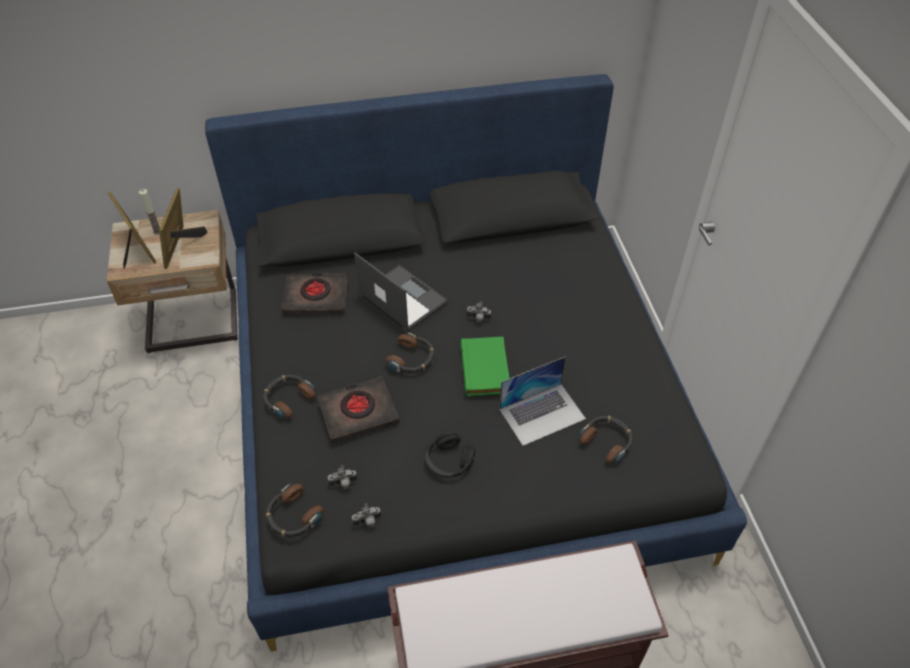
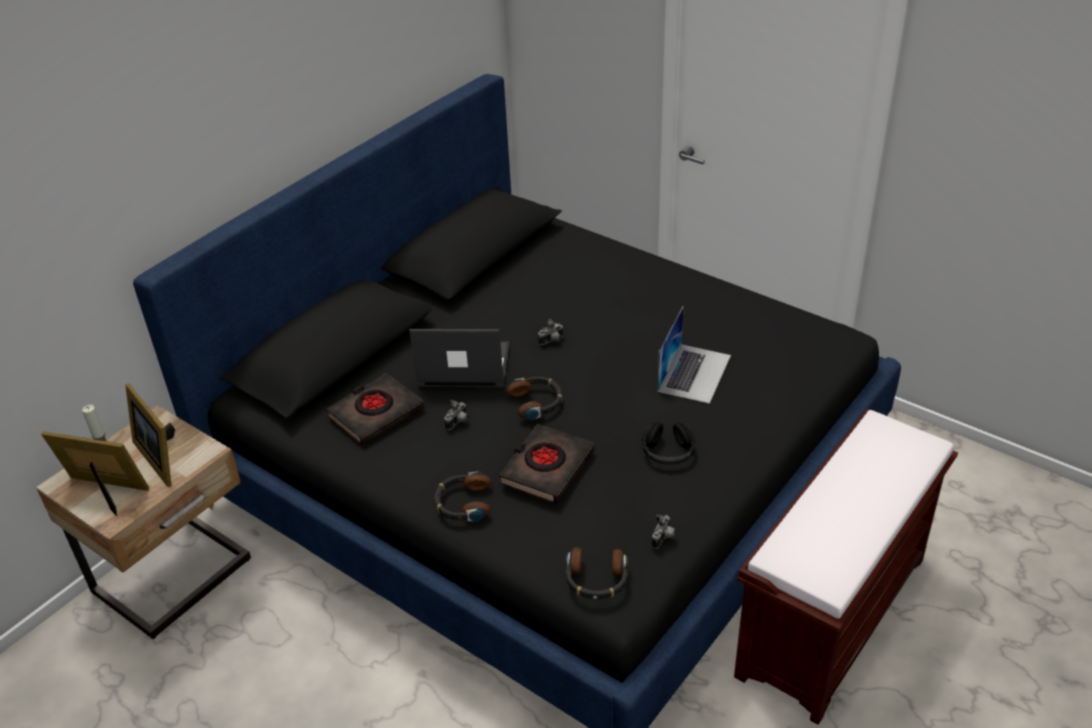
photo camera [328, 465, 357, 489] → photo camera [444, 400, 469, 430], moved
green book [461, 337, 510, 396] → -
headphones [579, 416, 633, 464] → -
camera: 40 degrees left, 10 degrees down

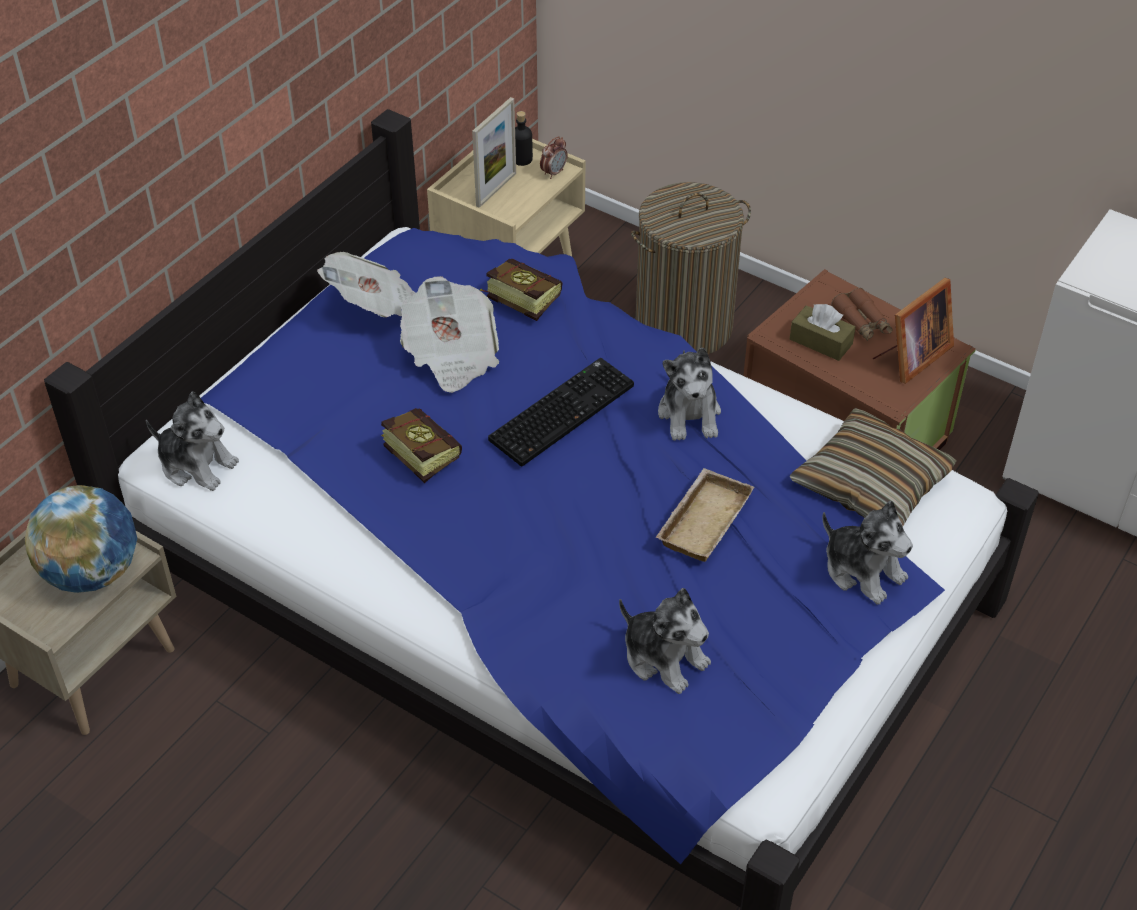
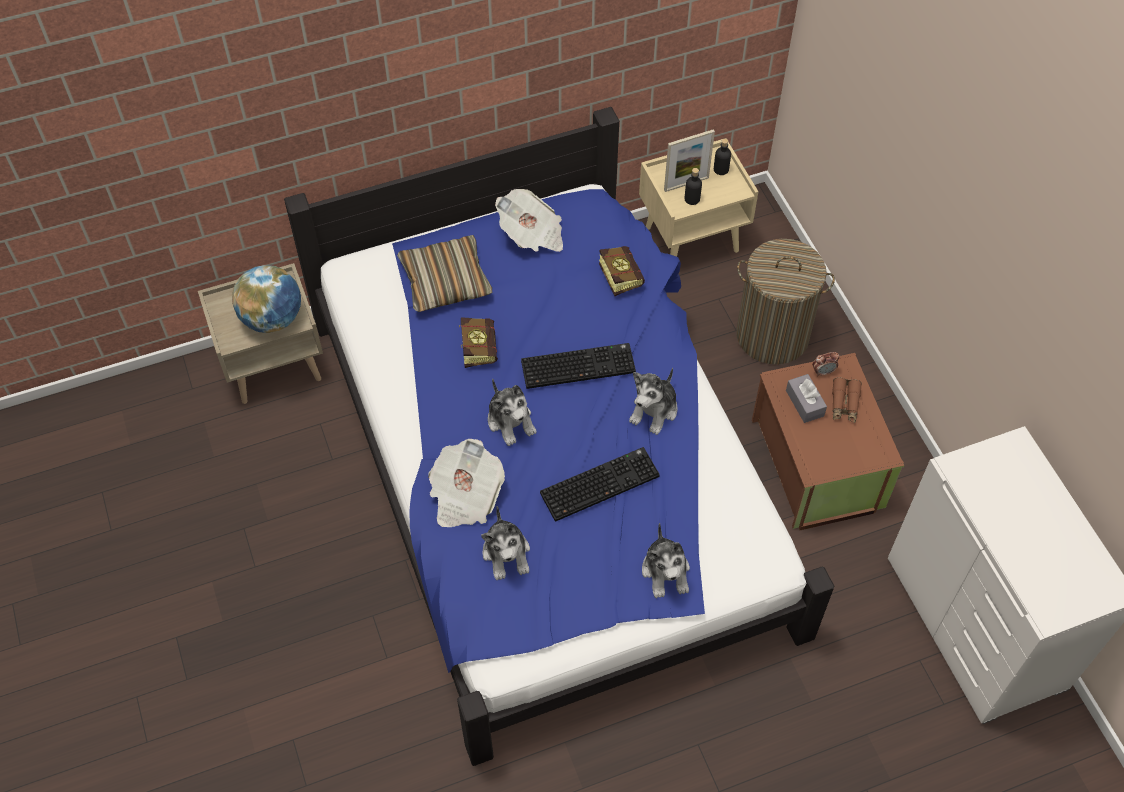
plush toy [146, 391, 239, 491] → plush toy [488, 379, 537, 446], moved
newspaper [400, 276, 499, 393] → newspaper [428, 439, 505, 527], moved
alarm clock [540, 136, 568, 179] → alarm clock [813, 352, 840, 377], moved
beige tray [655, 468, 755, 562] → keyboard [540, 447, 660, 521]
brown tissue box [790, 304, 856, 361] → grey tissue box [786, 374, 827, 423]
pillow [790, 408, 957, 526] → pillow [397, 235, 492, 312], moved
picture frame [873, 278, 954, 384] → -
- → black bottle [684, 168, 702, 205]
camera: 35 degrees right, 10 degrees up

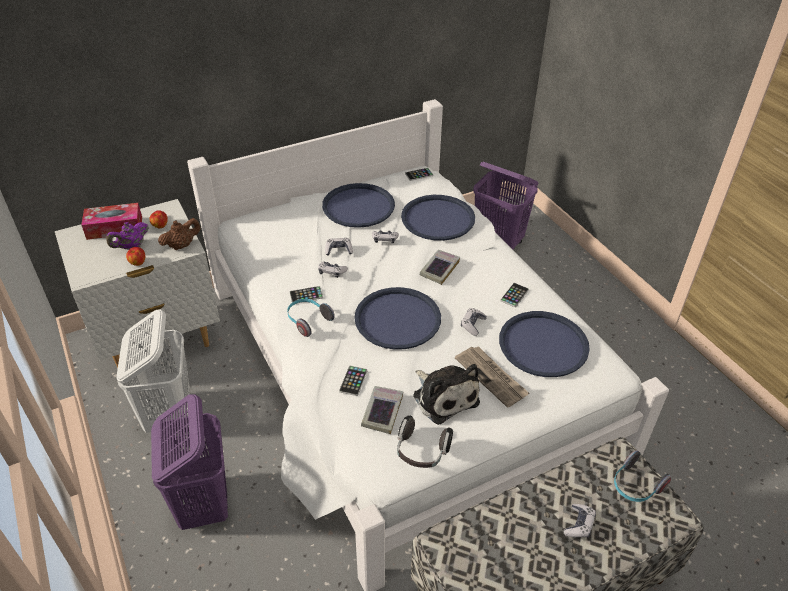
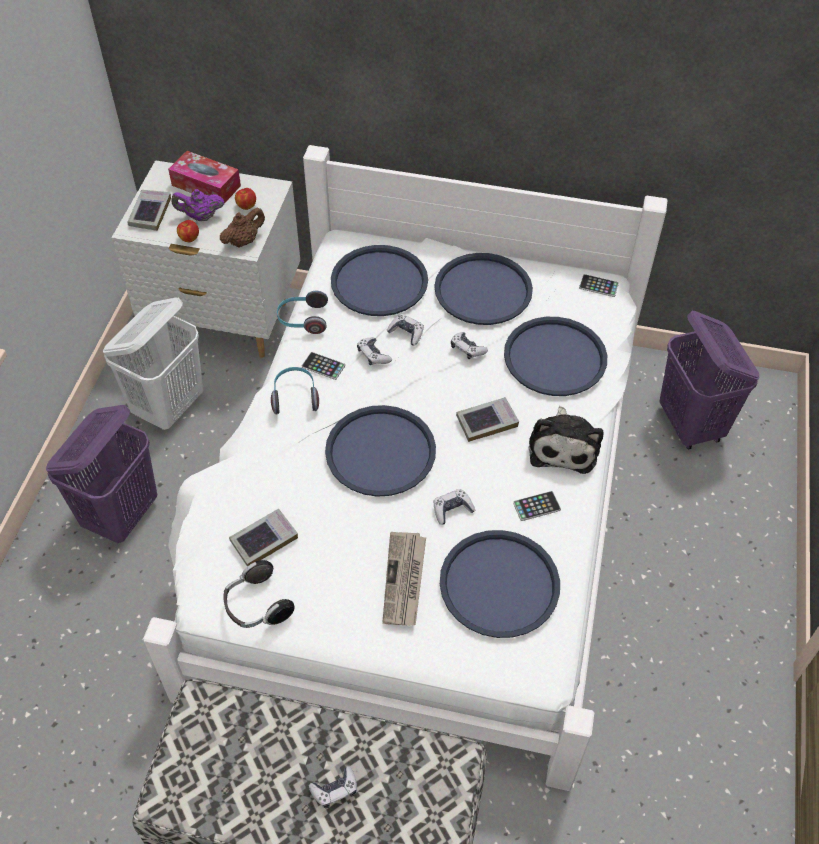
brown teapot [158, 218, 201, 250] → brown teapot [220, 208, 265, 248], 45 degrees counterclockwise
phone [339, 366, 367, 396] → -
plush toy [413, 364, 480, 425] → plush toy [529, 406, 603, 474], moved
headphones [614, 450, 671, 502] → headphones [277, 291, 328, 334], moved
- → book [127, 190, 171, 231]
- → blue tray [331, 245, 428, 316]
camera: 40 degrees right, 10 degrees up

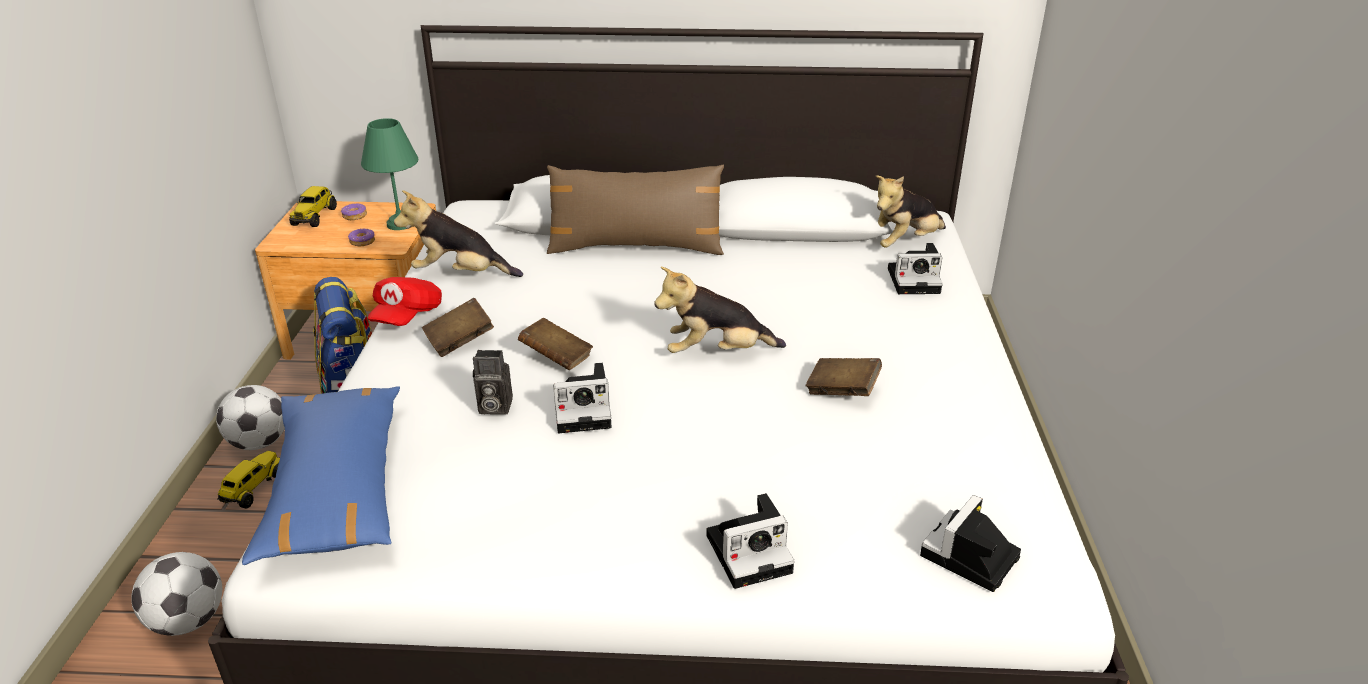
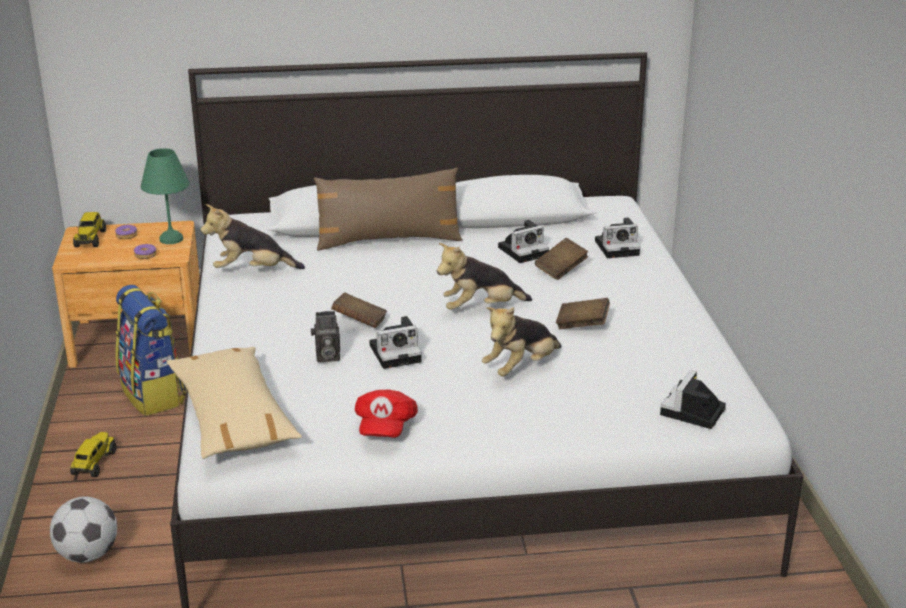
football [216, 385, 285, 450] → -
blue pillow [242, 386, 400, 565] → beige pillow [167, 347, 302, 459]
red cap [368, 277, 442, 326] → red cap [355, 390, 418, 438], moved
brown book [422, 298, 494, 357] → brown book [535, 238, 588, 280], moved
photo camera [706, 493, 794, 589] → photo camera [498, 220, 549, 263], moved
plush toy [876, 175, 946, 248] → plush toy [482, 307, 561, 376], moved
camera: 10 degrees left, 5 degrees down

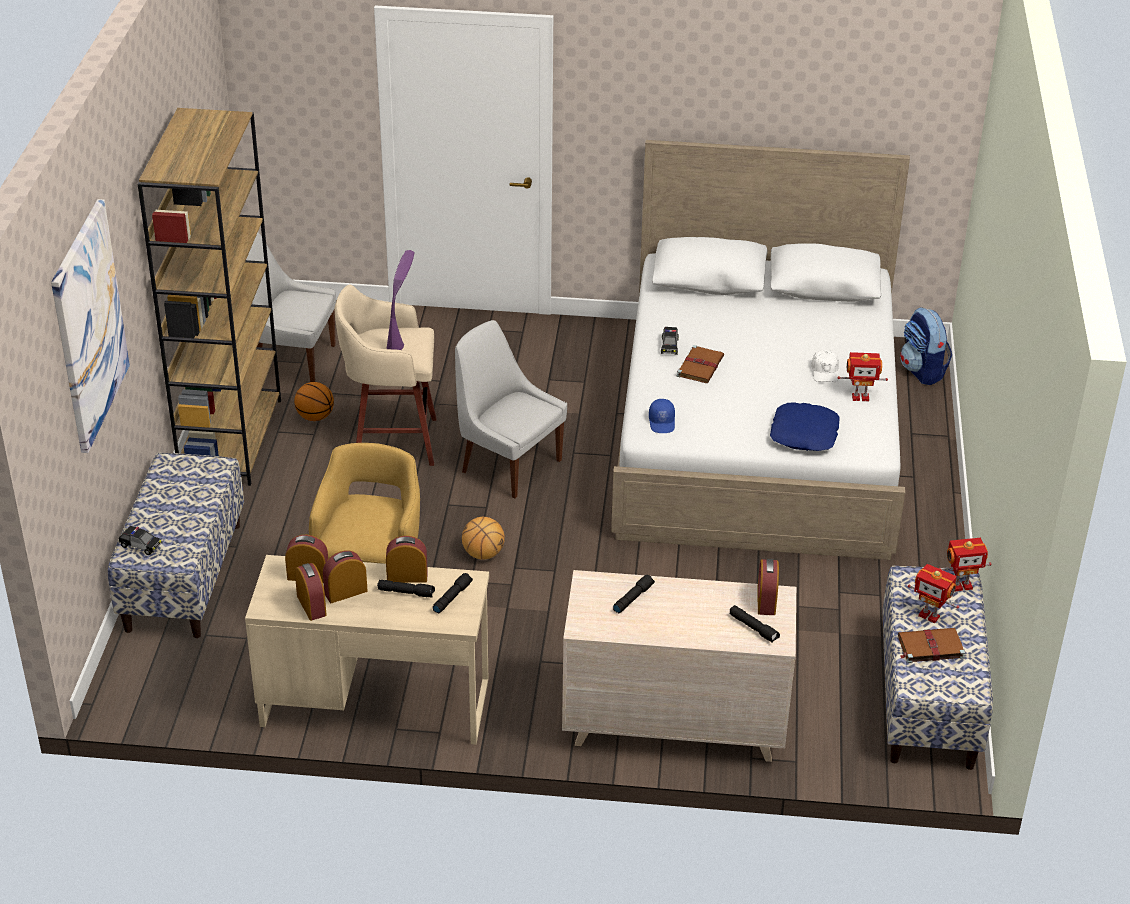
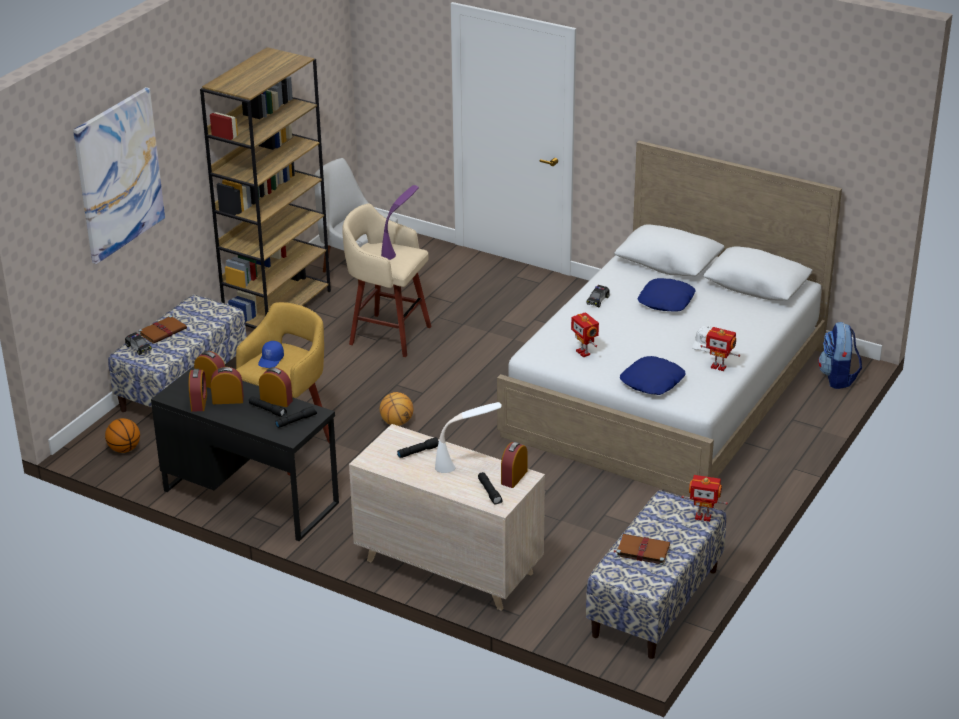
beige desk [245, 555, 489, 744] → black desk [151, 366, 339, 541]
basketball [294, 382, 334, 421] → basketball [105, 418, 140, 453], moved
white chair [455, 320, 567, 498] → -
blue cap [649, 399, 675, 433] → blue cap [258, 341, 284, 368], moved
brown book [677, 345, 724, 383] → brown book [138, 315, 187, 344], moved
toy robot [908, 564, 959, 623] → toy robot [571, 312, 599, 357], moved
- → white table lamp [435, 402, 502, 473]
- → blue pillow [637, 278, 696, 311]
camera: 25 degrees right, 5 degrees down

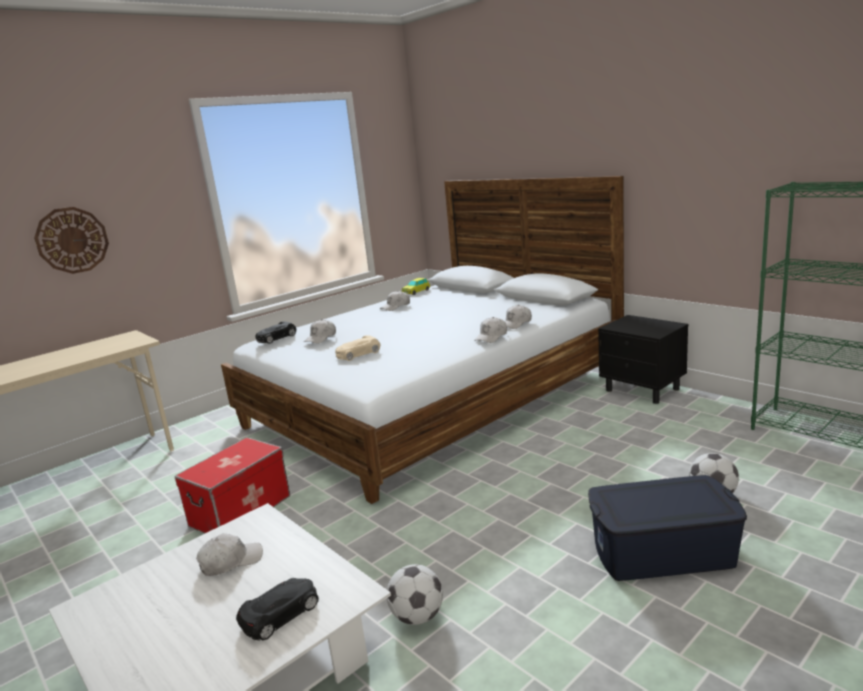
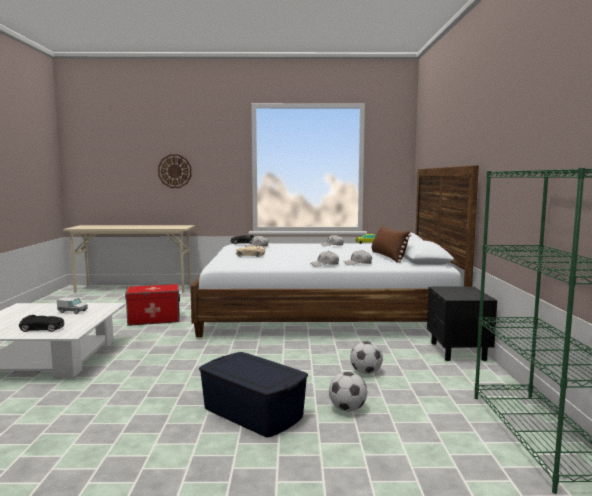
white cap [196, 534, 263, 576] → toy truck [57, 297, 88, 314]
football [387, 564, 443, 625] → football [350, 341, 383, 374], moved
- → brown pillow [372, 225, 411, 263]
camera: 40 degrees right, 10 degrees down

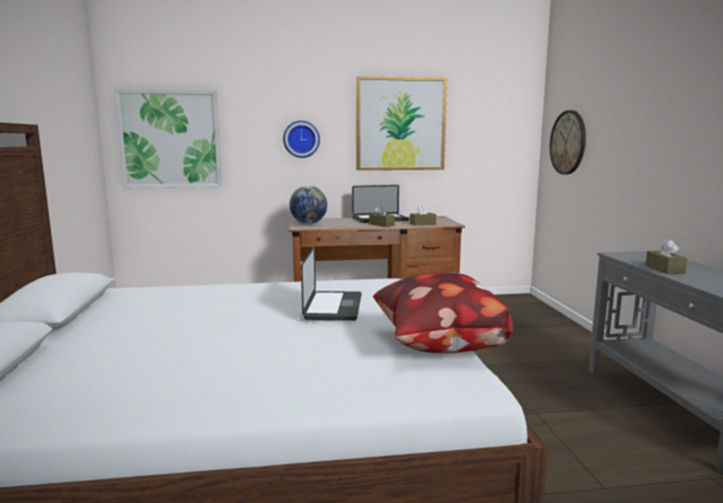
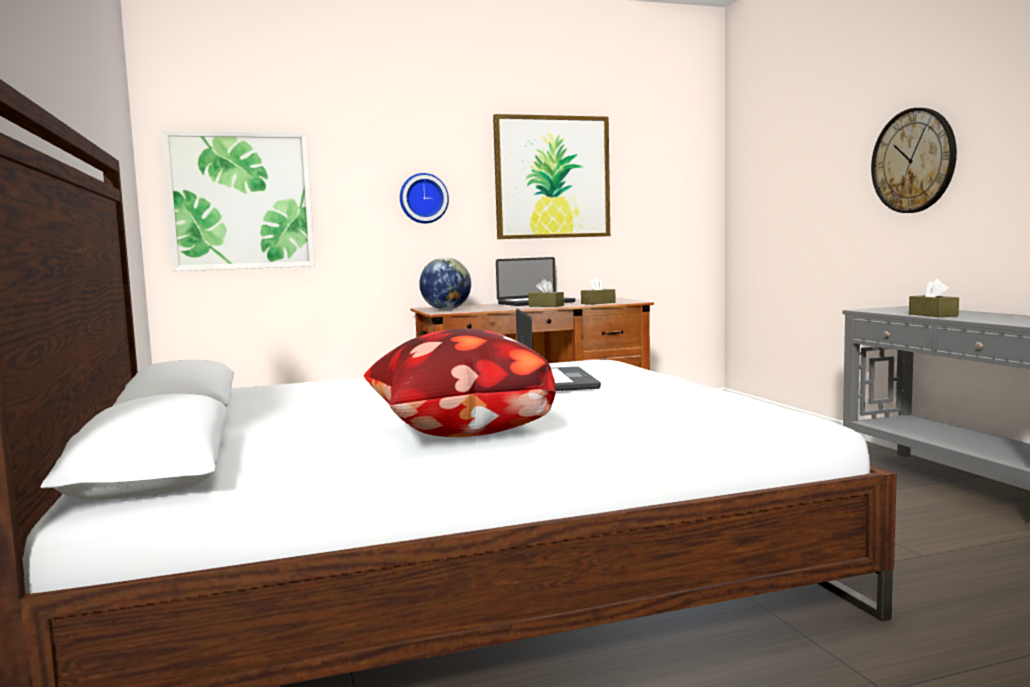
pillow [373, 272, 513, 353] → pillow [364, 328, 556, 437], moved
wall clock [550, 110, 586, 175] → wall clock [871, 108, 957, 213], moved
camera: 10 degrees left, 5 degrees down

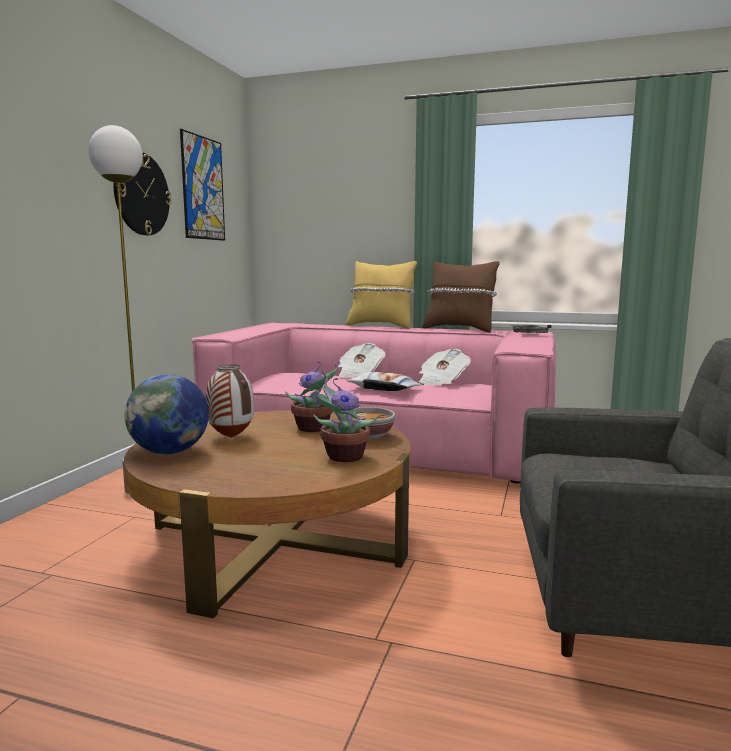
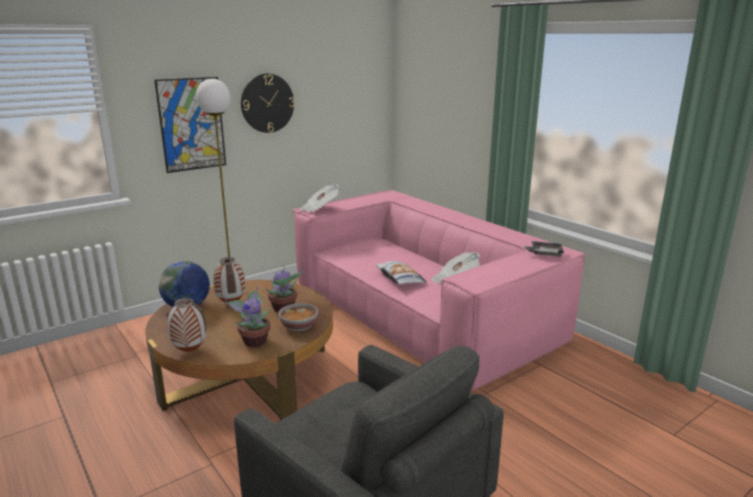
picture [180, 129, 225, 241] → picture [154, 77, 226, 173], moved
newspaper [338, 343, 386, 378] → newspaper [300, 184, 339, 212], moved
yellow pillow [346, 261, 417, 329] → -
brown pillow [422, 261, 500, 332] → -
- → vase [166, 298, 206, 352]
camera: 35 degrees right, 10 degrees up

